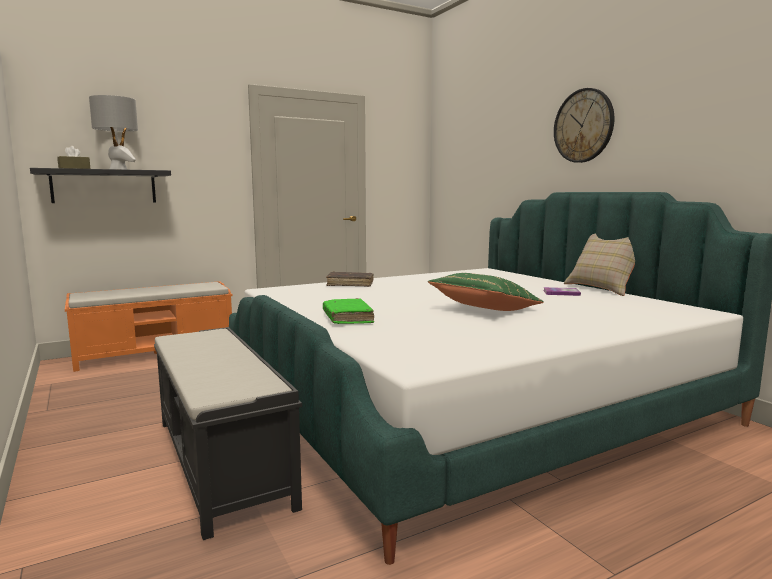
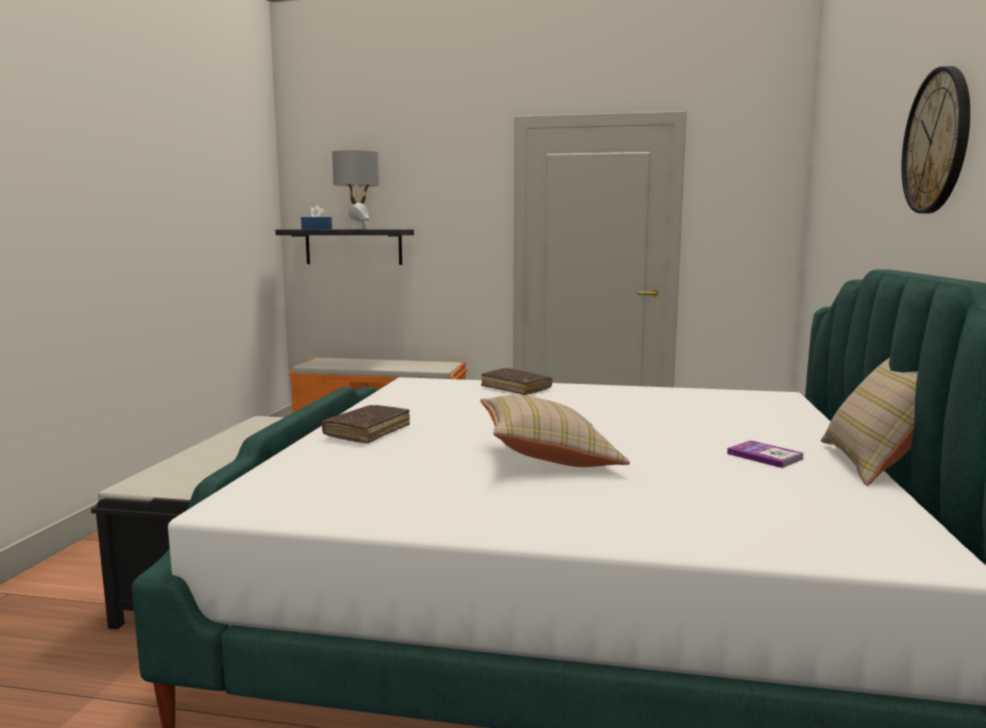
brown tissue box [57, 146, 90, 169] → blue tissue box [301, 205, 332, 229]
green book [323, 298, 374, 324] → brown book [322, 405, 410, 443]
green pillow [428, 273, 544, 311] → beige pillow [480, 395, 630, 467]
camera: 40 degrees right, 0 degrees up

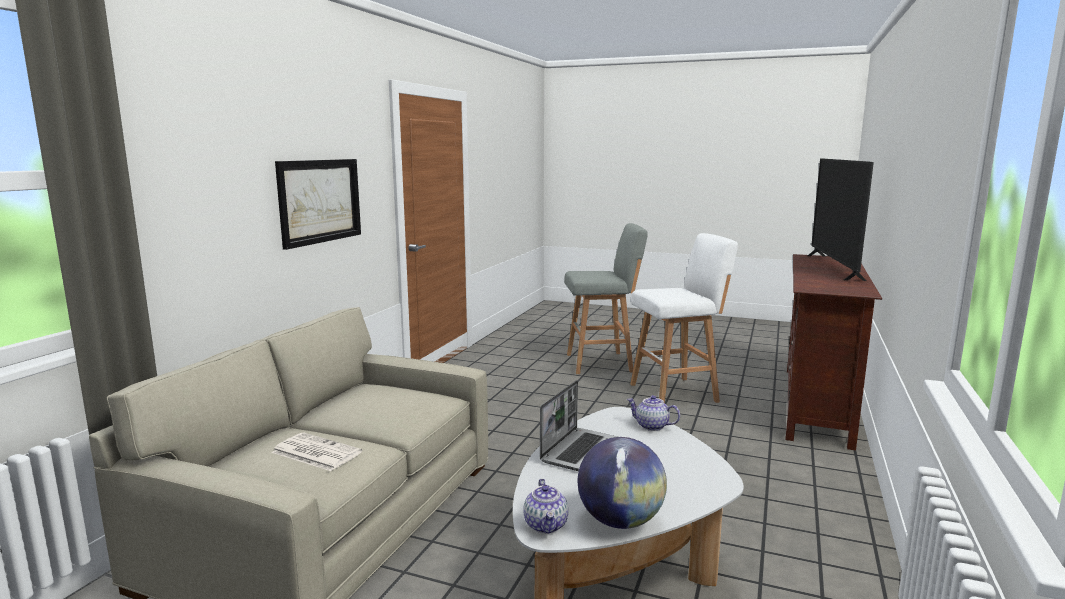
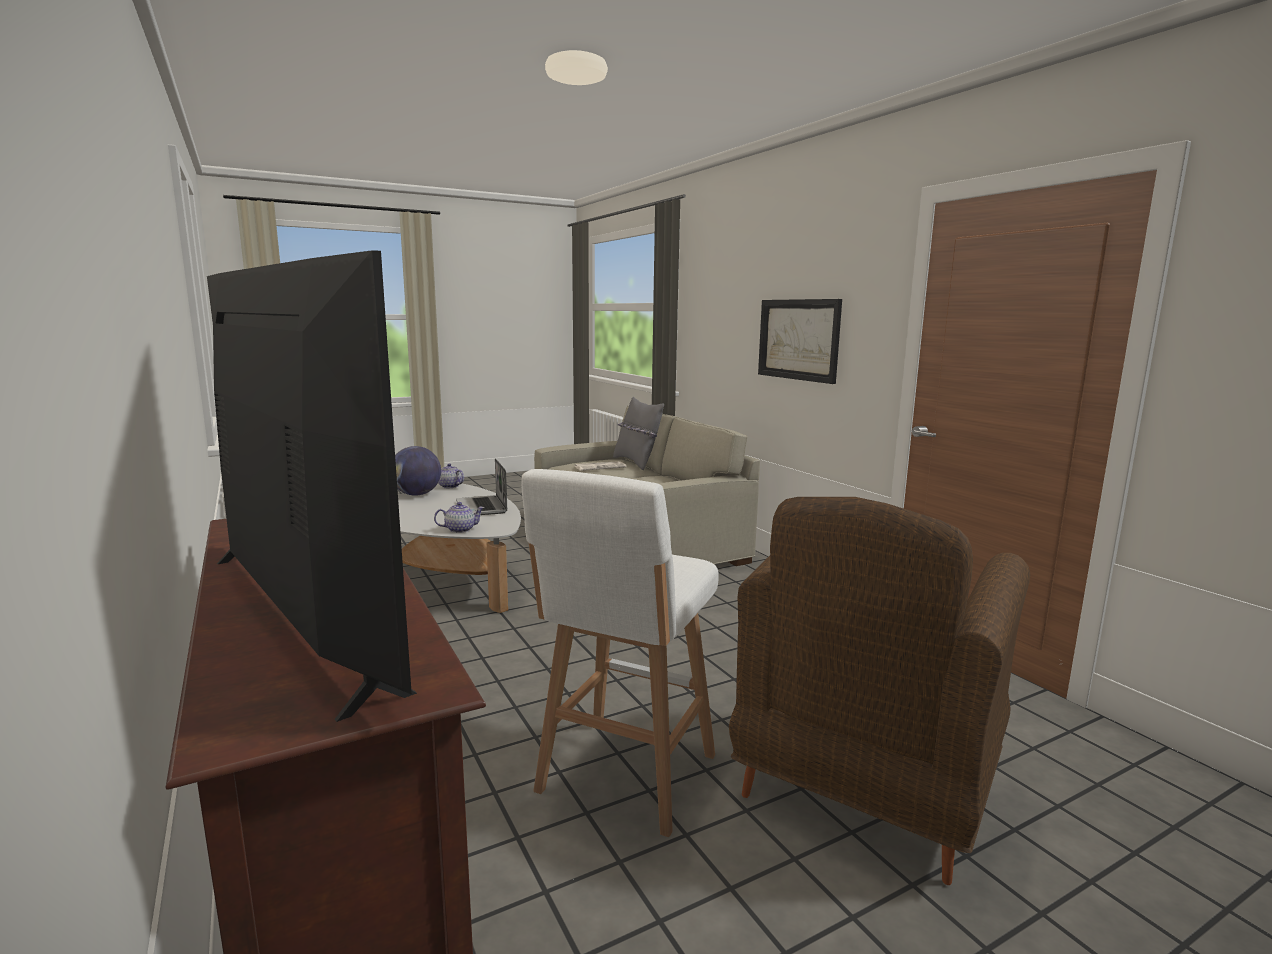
grey stool [564, 223, 648, 374] → brown armchair [729, 497, 1030, 885]
- → grey pillow [613, 396, 664, 470]
camera: 130 degrees right, 0 degrees up

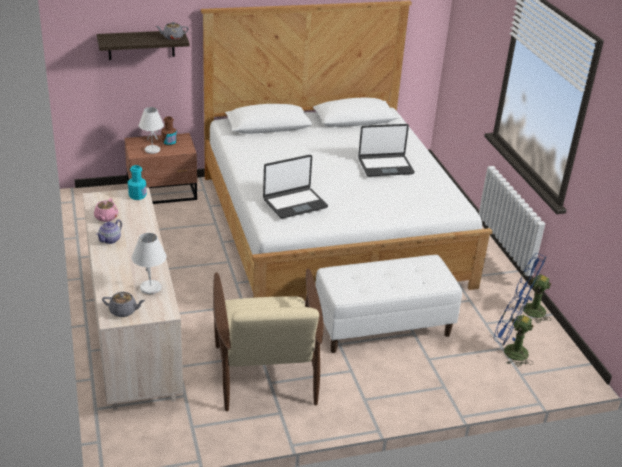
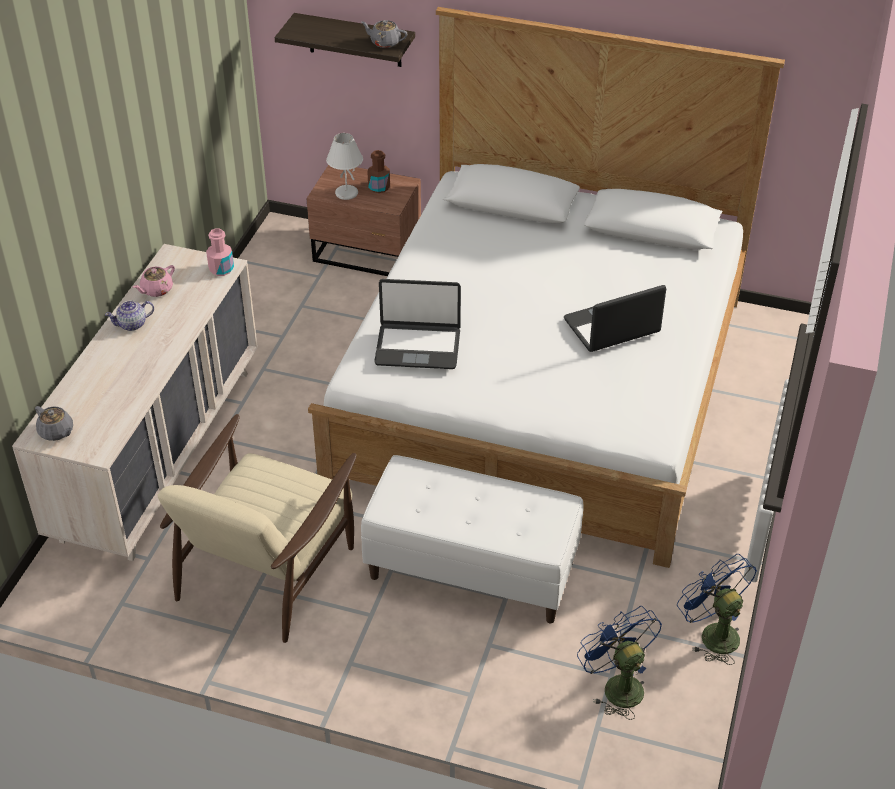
turquoise bottle [128, 165, 147, 200] → pink bottle [206, 228, 234, 276]
white table lamp [132, 233, 167, 294] → -
laptop [358, 124, 415, 177] → laptop [564, 285, 666, 352], 135 degrees clockwise
camera: 35 degrees right, 10 degrees up

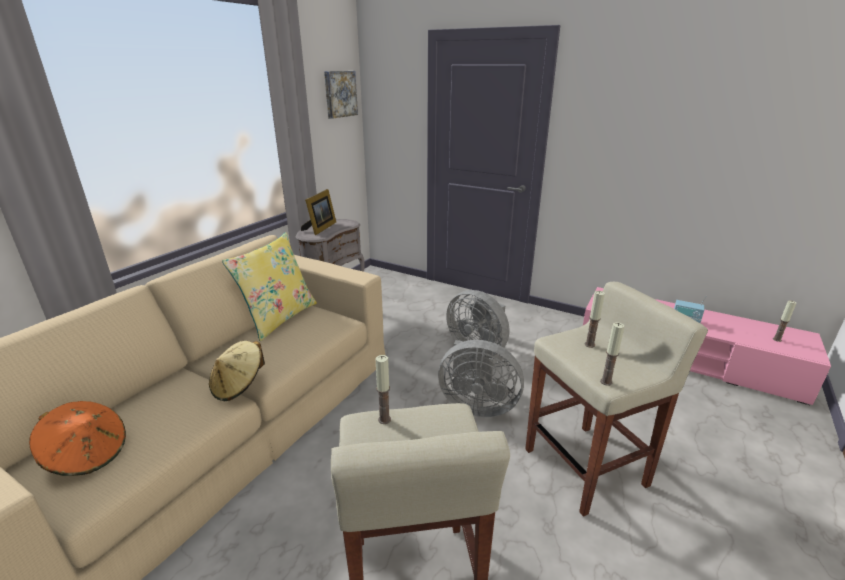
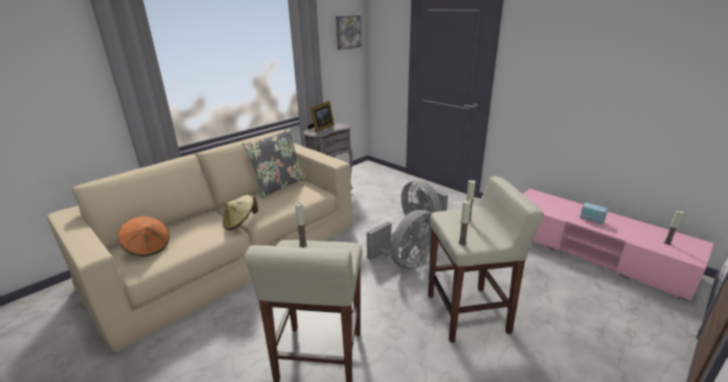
yellow pillow [222, 232, 317, 341] → grey pillow [242, 128, 307, 199]
grey fan [438, 340, 524, 417] → grey fan [367, 210, 431, 270], 75 degrees counterclockwise
camera: 15 degrees right, 0 degrees up

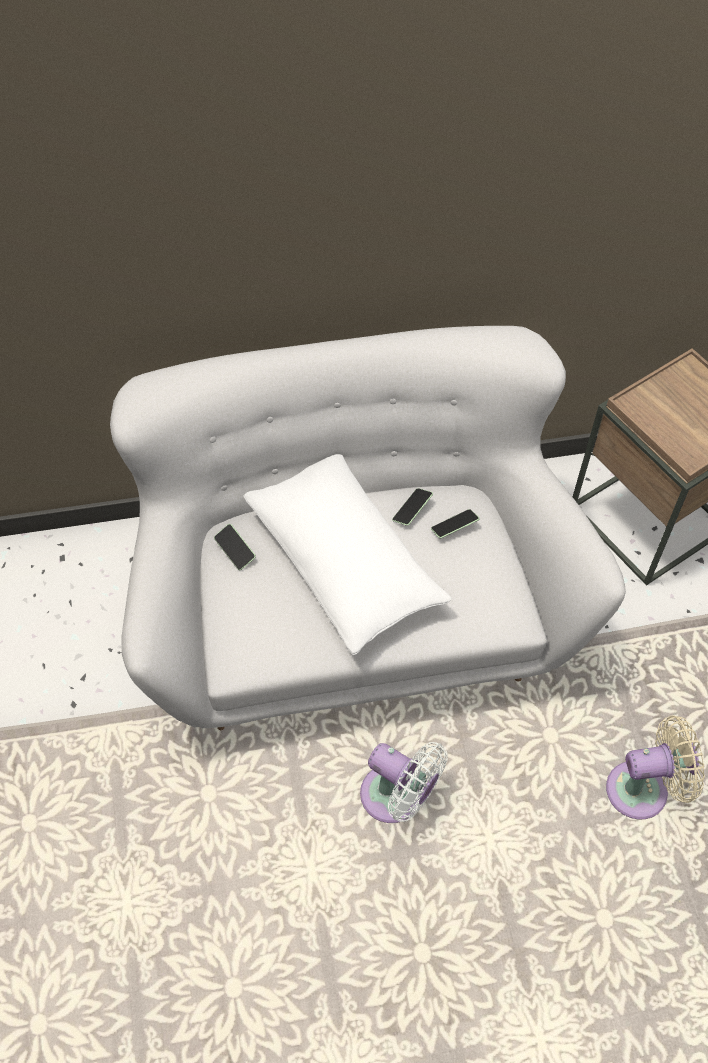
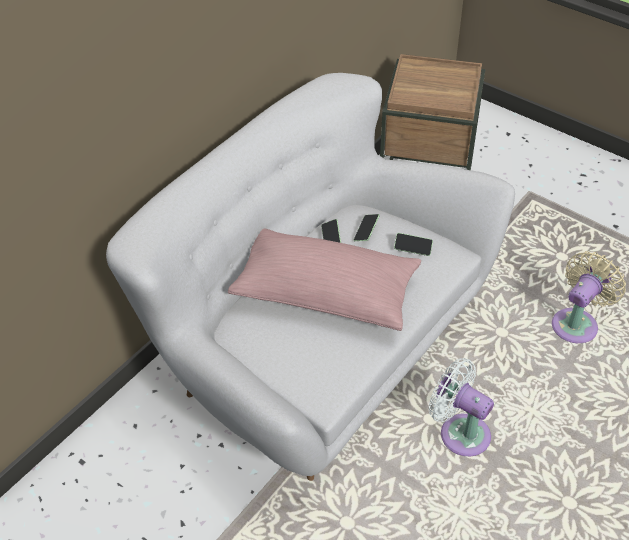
phone [214, 524, 256, 570] → phone [394, 233, 433, 256], moved
white pillow [243, 454, 452, 655] → pink pillow [228, 228, 421, 331]
white fan [360, 742, 448, 823] → white fan [429, 358, 494, 456], 135 degrees counterclockwise
camera: 40 degrees left, 10 degrees down

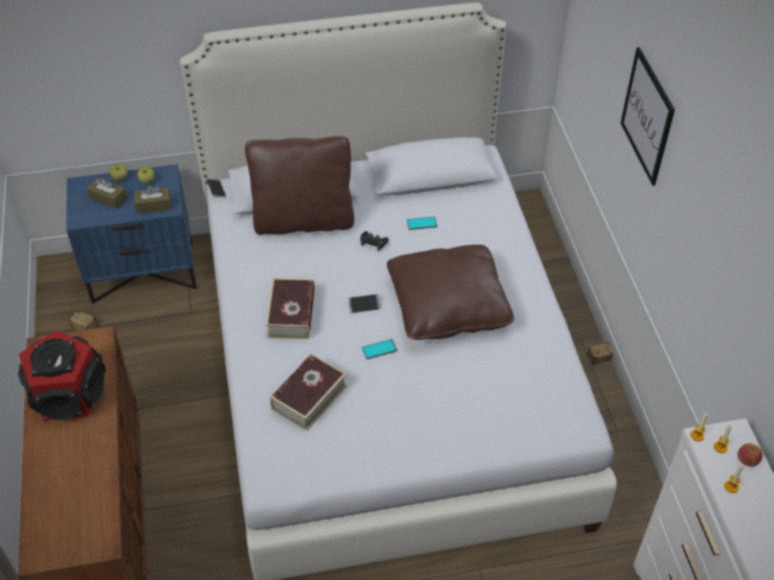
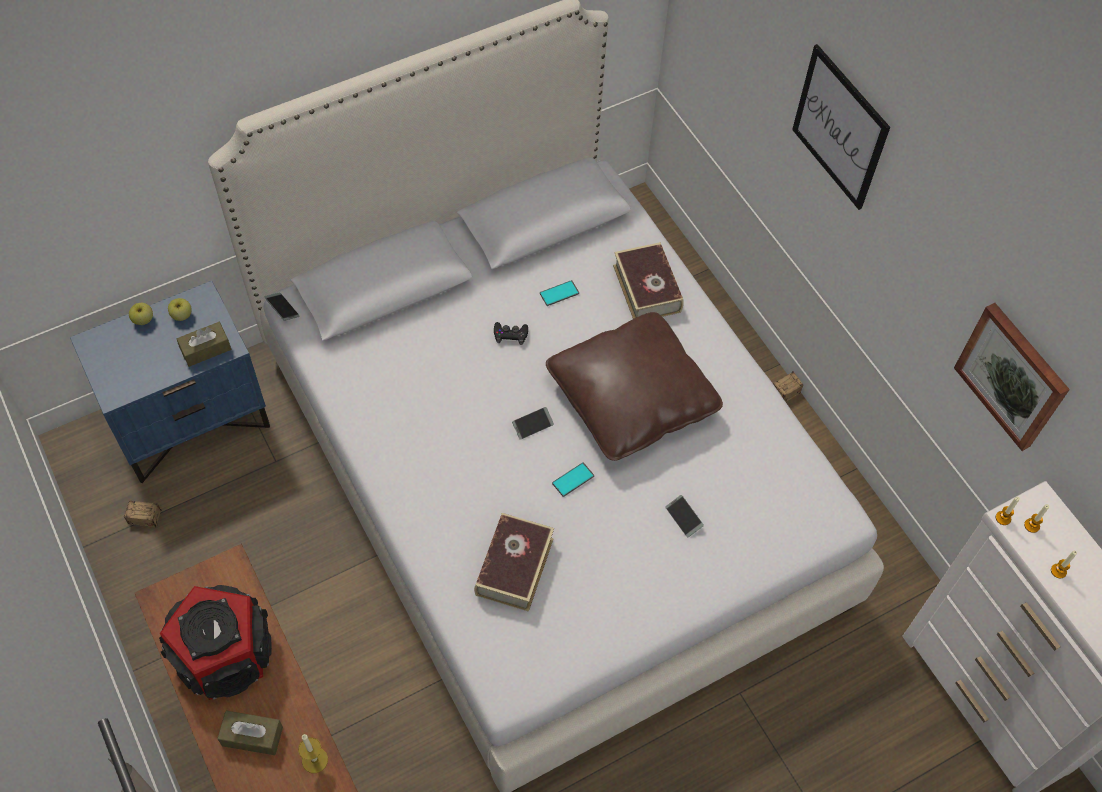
brown tissue box [87, 178, 127, 209] → brown tissue box [217, 711, 283, 755], moved
brown pillow [245, 136, 354, 235] → -
book [266, 278, 315, 339] → book [613, 242, 684, 319], moved
apple [737, 443, 763, 467] → -
- → candle [298, 734, 328, 773]
- → phone [665, 495, 704, 538]
- → picture [954, 303, 1070, 451]
camera: 20 degrees left, 10 degrees up

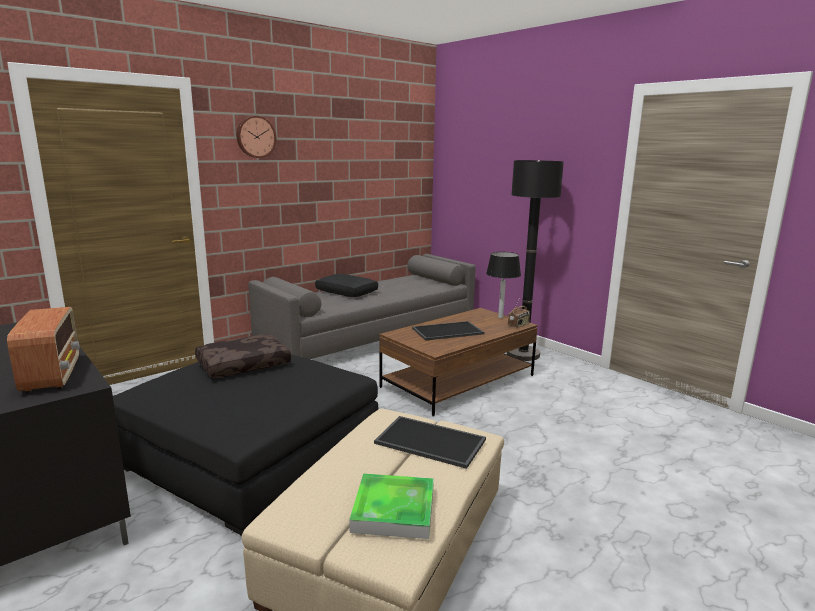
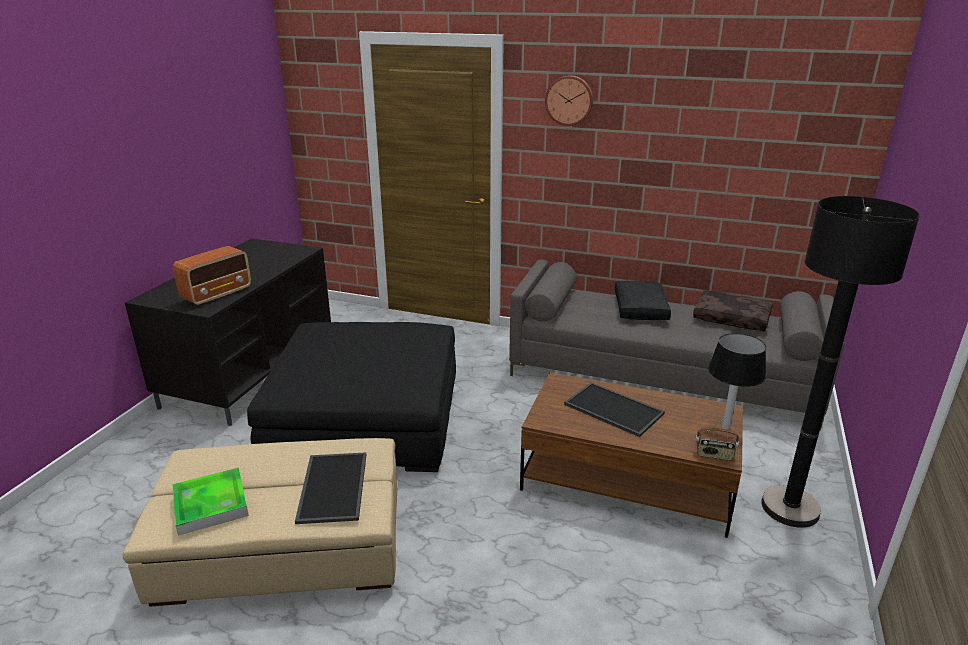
brown pillow [195, 334, 291, 378] → brown pillow [693, 290, 773, 331], moved
camera: 60 degrees right, 10 degrees up

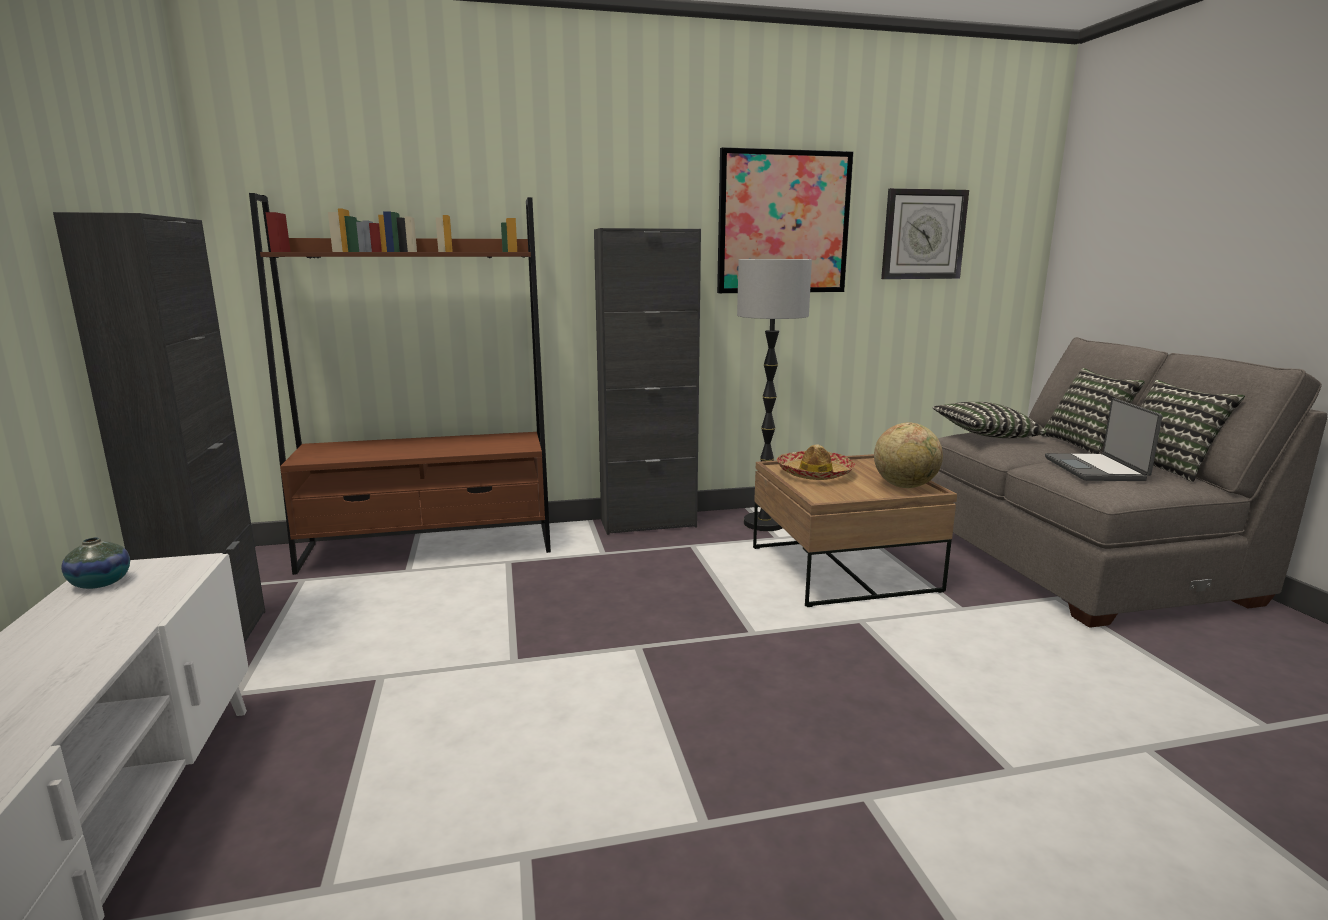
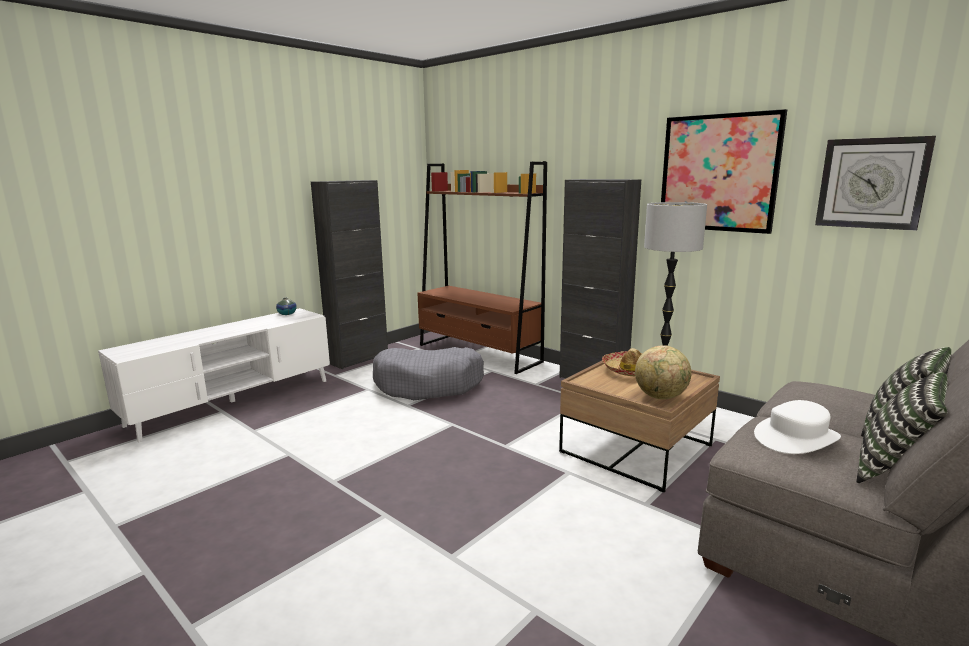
pillow [932, 402, 1046, 438] → -
laptop [1045, 398, 1162, 481] → white hat [754, 400, 841, 454]
- → grey dog bed [373, 347, 484, 400]
camera: 55 degrees right, 0 degrees up

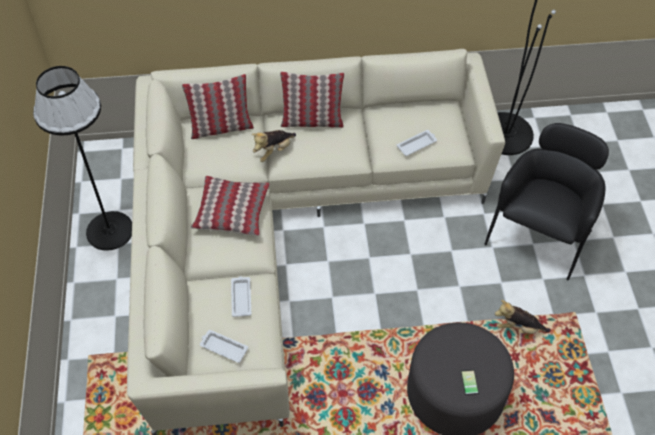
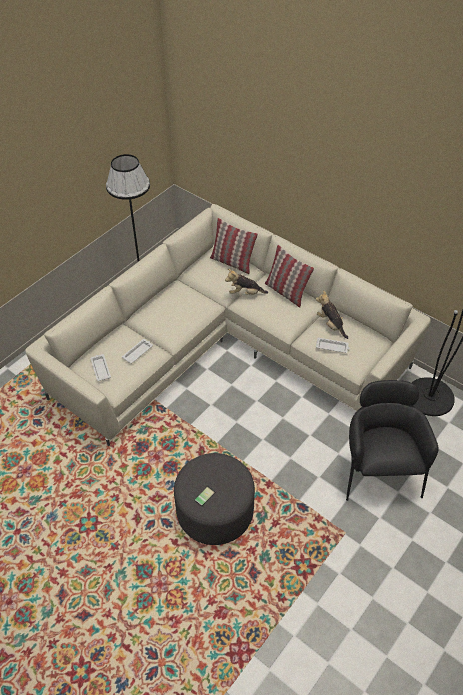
pillow [191, 176, 270, 236] → -
black armchair [484, 123, 609, 280] → black armchair [346, 380, 439, 501], 75 degrees counterclockwise
plush toy [495, 300, 550, 334] → plush toy [316, 290, 348, 339], moved
camera: 45 degrees right, 5 degrees down

